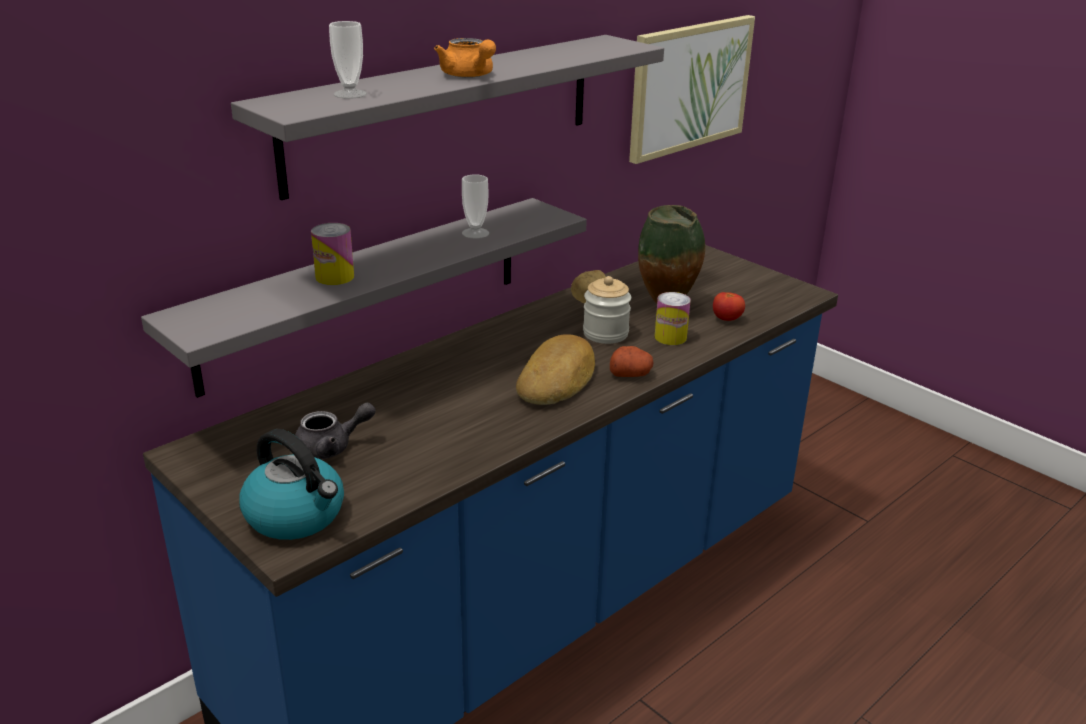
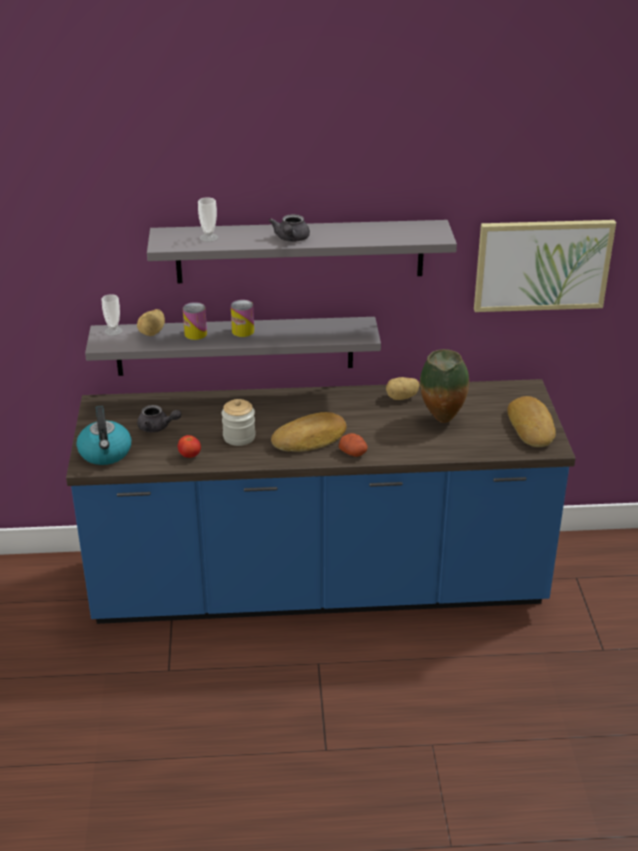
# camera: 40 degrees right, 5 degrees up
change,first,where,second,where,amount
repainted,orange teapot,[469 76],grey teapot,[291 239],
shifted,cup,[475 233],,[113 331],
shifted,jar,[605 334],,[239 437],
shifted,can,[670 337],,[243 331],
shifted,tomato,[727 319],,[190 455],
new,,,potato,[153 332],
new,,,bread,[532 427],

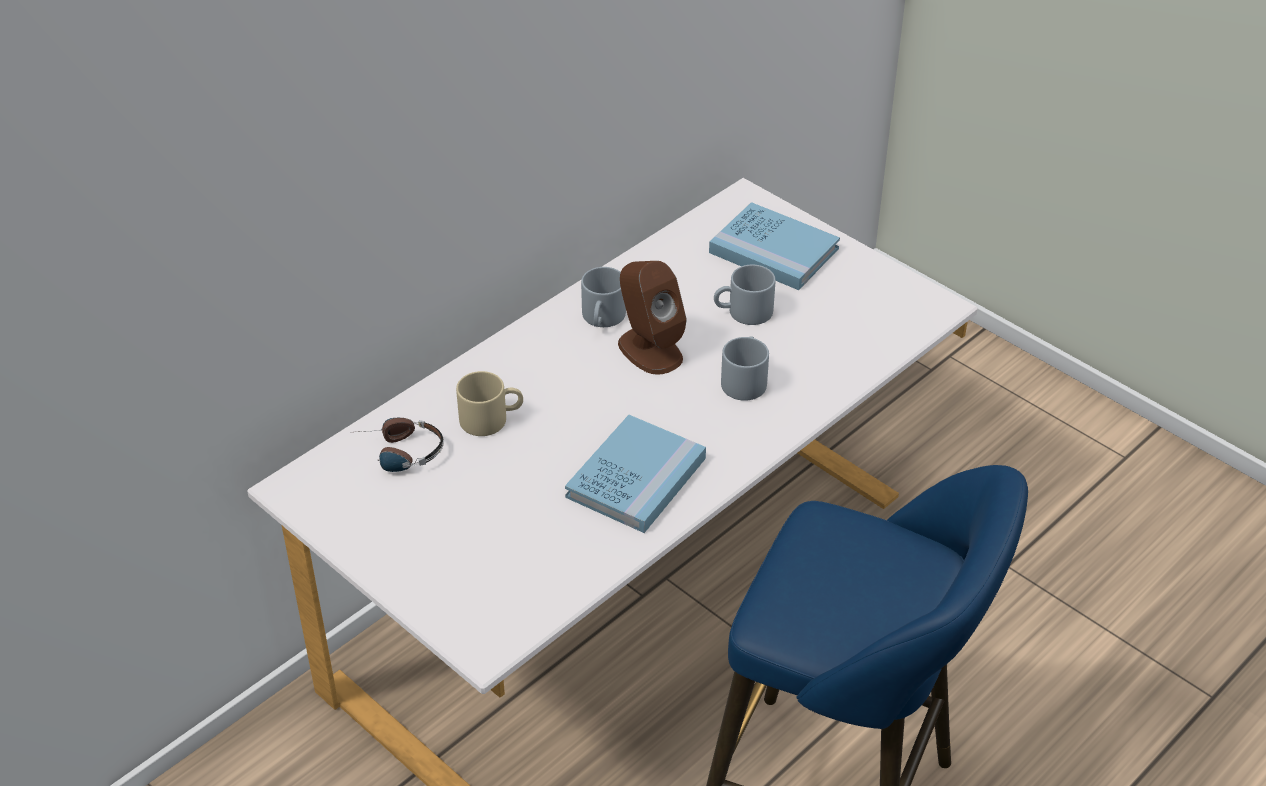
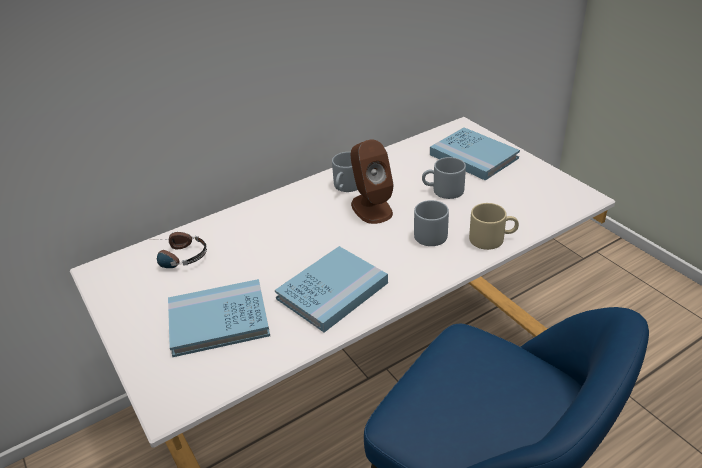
# camera: 15 degrees right, 5 degrees down
change,first,where,second,where,amount
shifted,beige mug,[491 418],,[492 238],
new,,,blue book,[219 320],

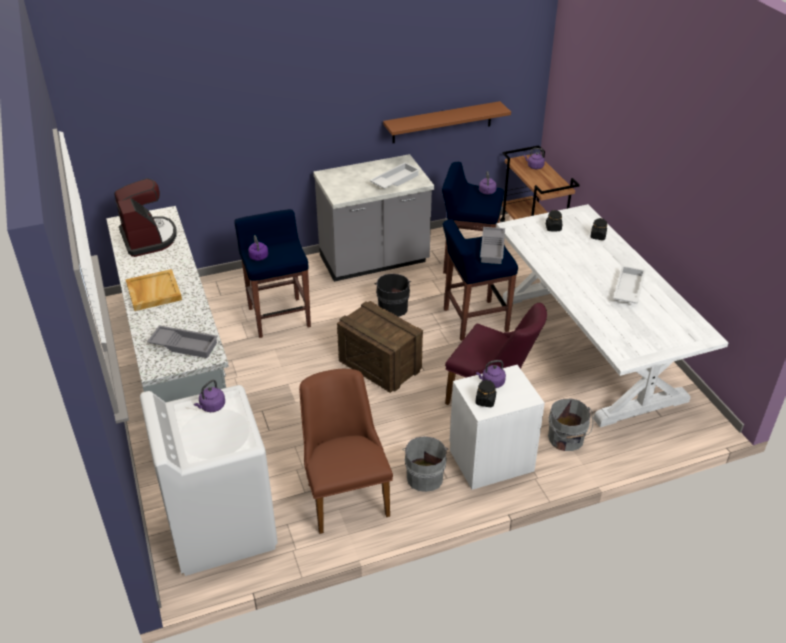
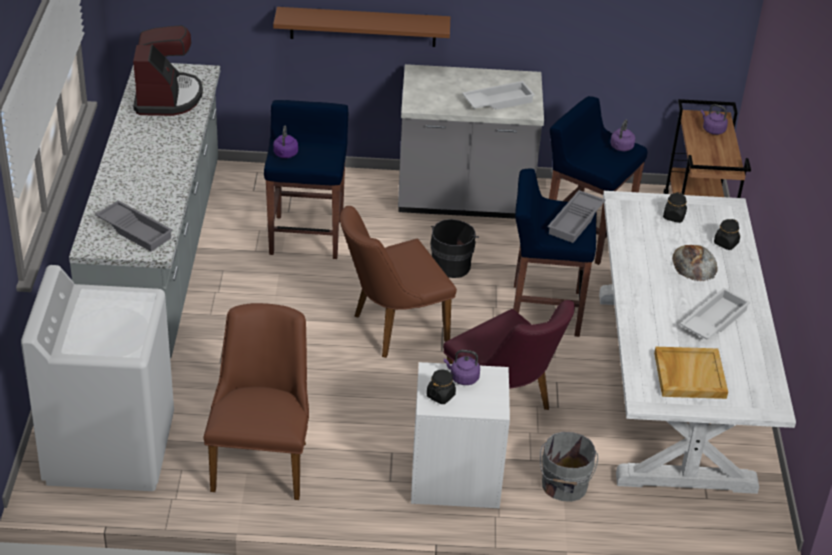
# camera: 20 degrees right, 0 degrees up
change,first,where,second,where,amount
shifted,brown shelf,[442 122],,[363 26],
shifted,beige tray,[153 292],,[689 375],
swapped,crate,[379 365],brown chair,[391 329],
gone,purple kettle,[211 407],,,
gone,grey bucket,[425 476],,,
new,,,bread,[694 264],

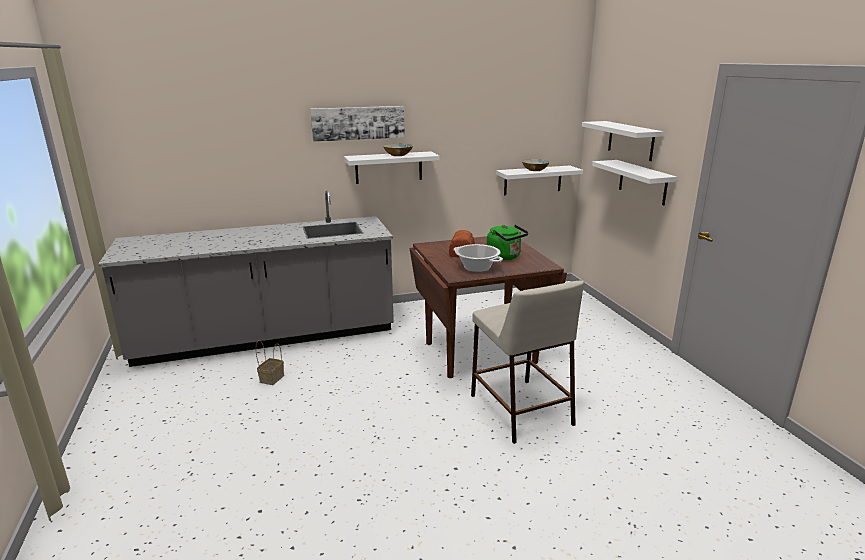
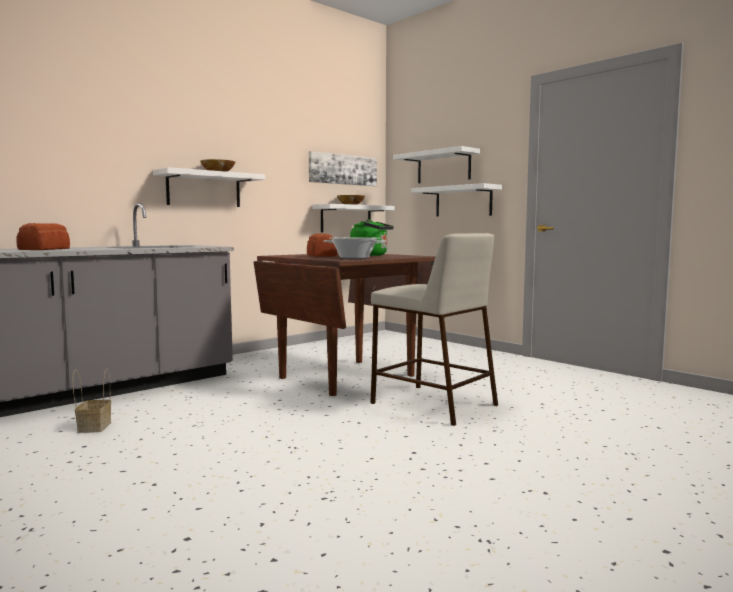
# camera: 25 degrees left, 15 degrees down
change,first,where,second,where,amount
shifted,picture,[358 123],,[343 169],
new,,,bread,[45 249],

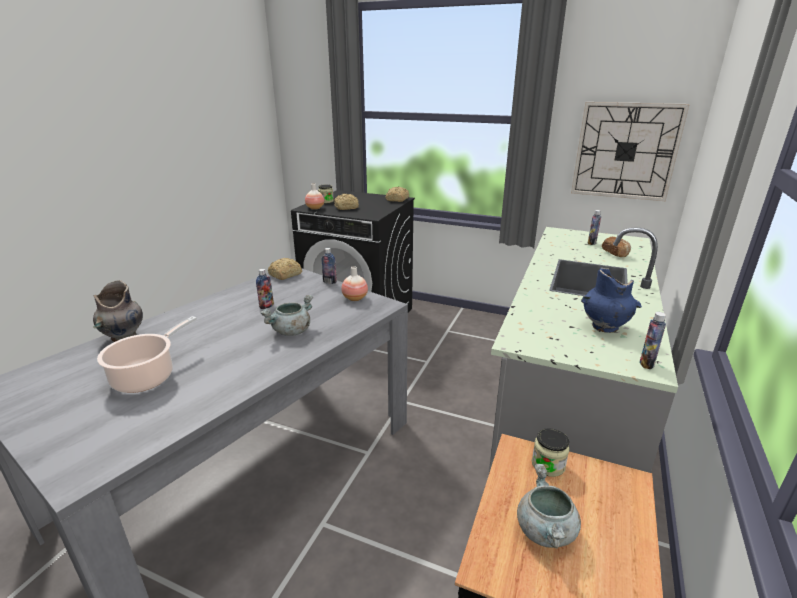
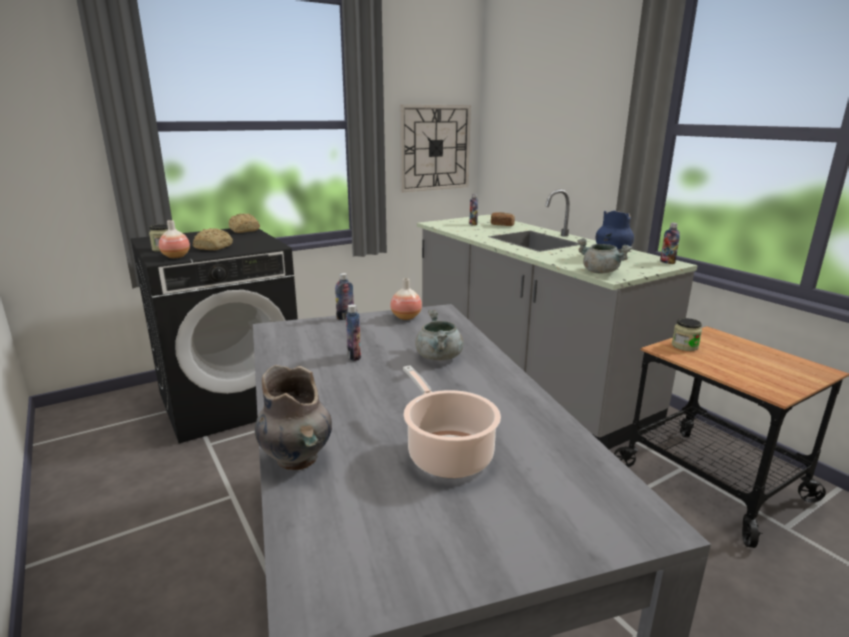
# camera: 55 degrees left, 5 degrees down
change,first,where,second,where,amount
gone,bread,[284 275],,,
shifted,grey cooking pot,[546 531],,[601 272],

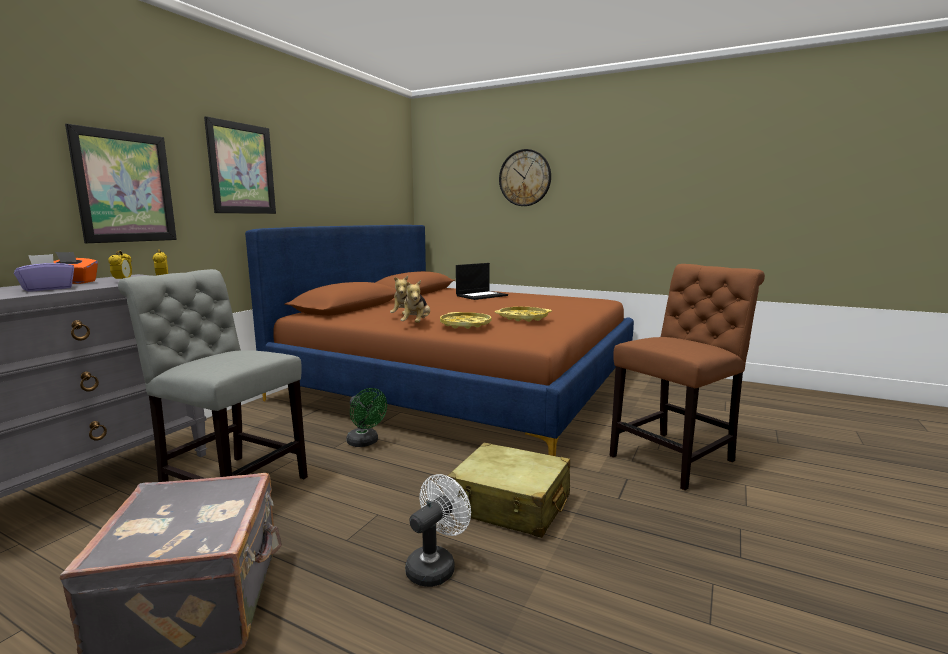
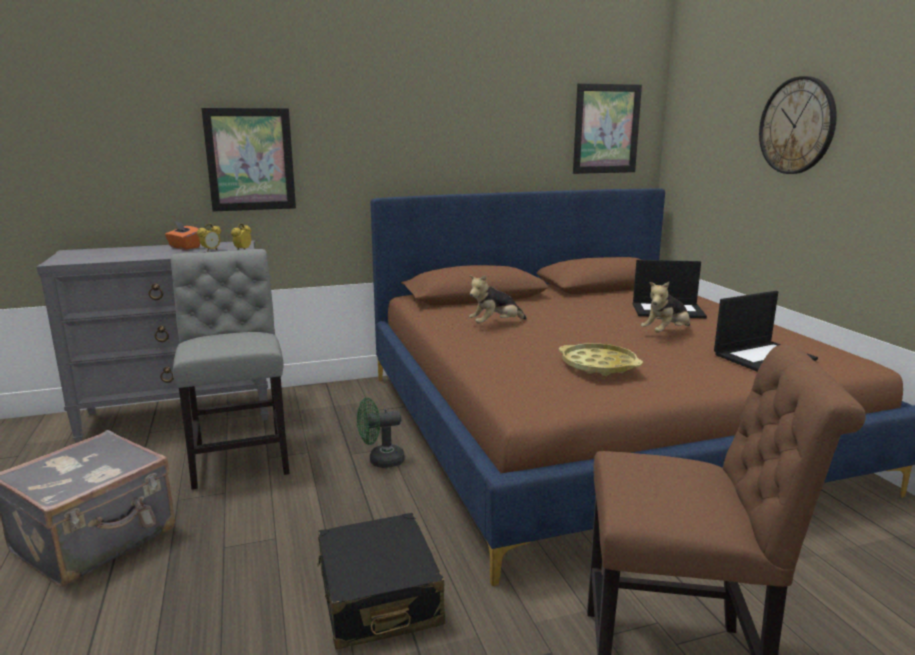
# camera: 45 degrees right, 5 degrees up
change,first,where,second,where,amount
shifted,picture,[242 168],,[606 129],
gone,purple tissue box,[47 289],,,
shifted,plush toy,[417 324],,[666 333],
gone,yellow tray,[465 325],,,
rotated,green fan,[365 442],,[380 461],75 degrees clockwise
repainted,beige suitcase,[510 504],black suitcase,[379 598],
gone,white fan,[435 565],,,
new,,,laptop,[764 356],

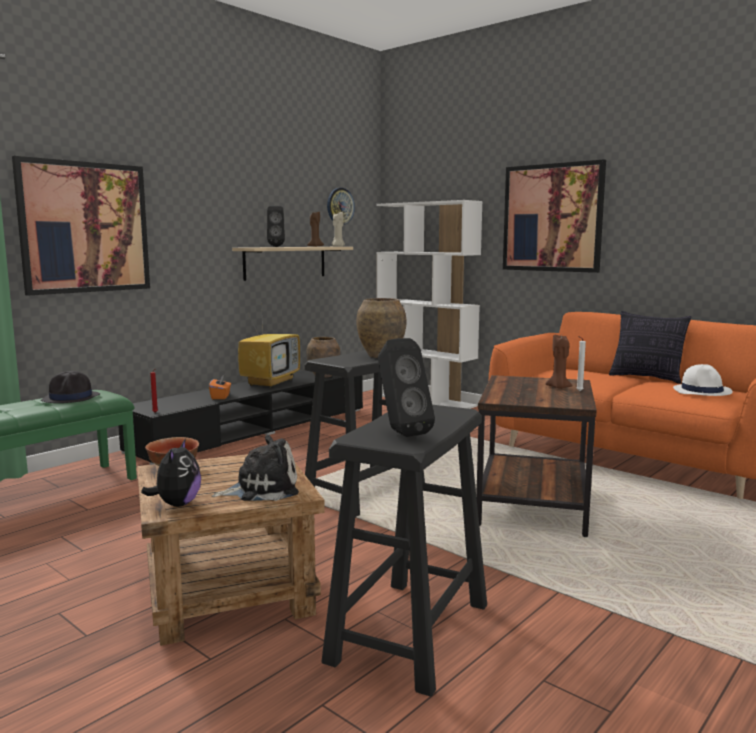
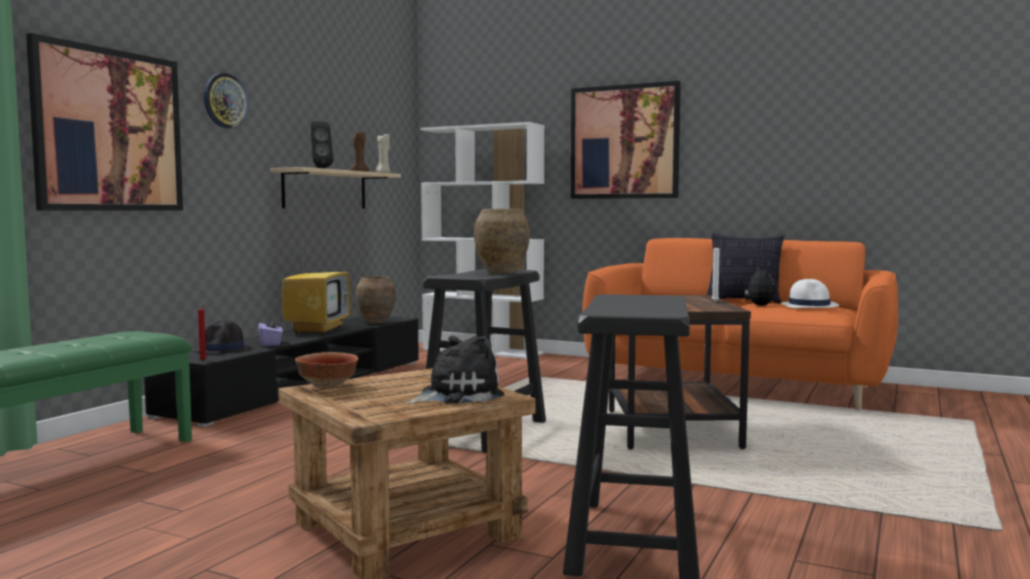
# camera: 15 degrees left, 5 degrees down
change,first,where,second,where,amount
shifted,wall clock,[340 206],,[225 101],
gone,brown candle,[558 387],,,
gone,black speaker,[400 433],,,
shifted,black hat,[71 398],,[223 349],
repainted,orange tissue box,[220 397],purple tissue box,[271 344],
shifted,plush toy,[177 504],,[758 305],

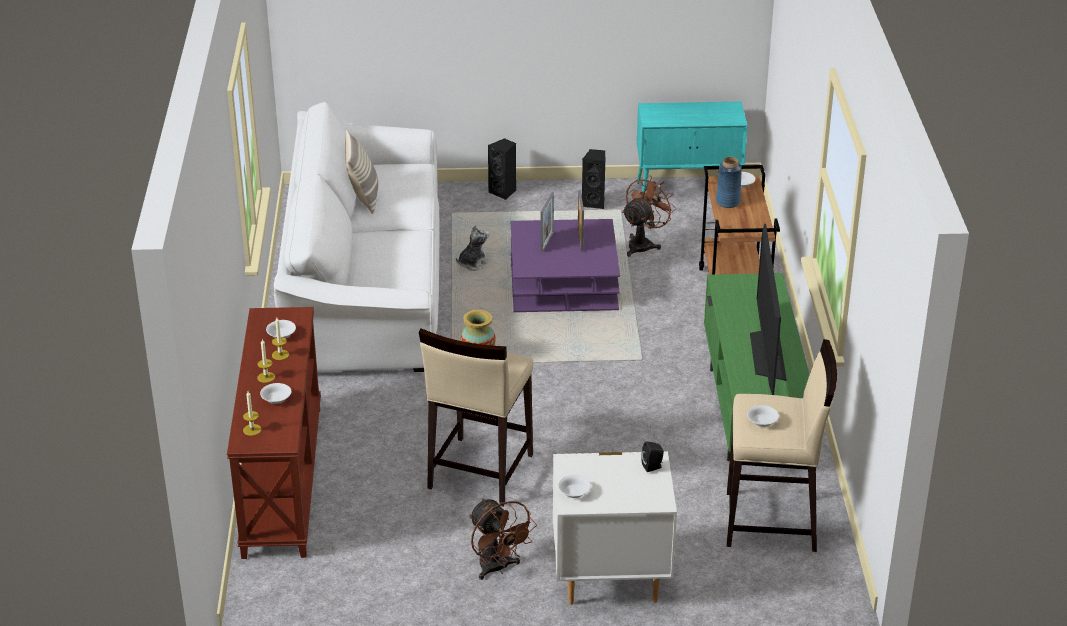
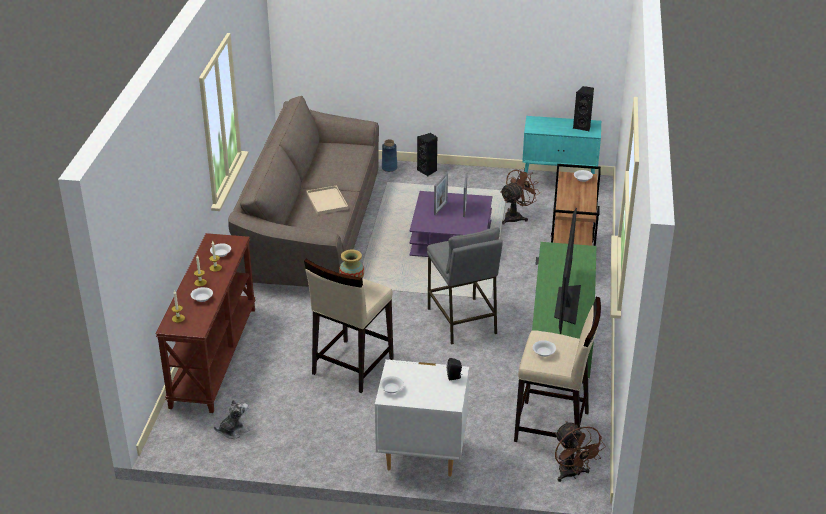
# camera: 10 degrees right, 0 degrees up
change,first,where,second,where,amount
repainted,white sofa,[365 285],brown sofa,[312 227],
gone,pillow,[363 197],,,
shifted,black speaker,[594 203],,[583 126],
shifted,blue vase,[727 202],,[389 168],
shifted,plush toy,[473 263],,[233 430],
shifted,brown fan,[497 568],,[572 474],
new,,,beige tray,[326 200],
new,,,grey stool,[462 321],

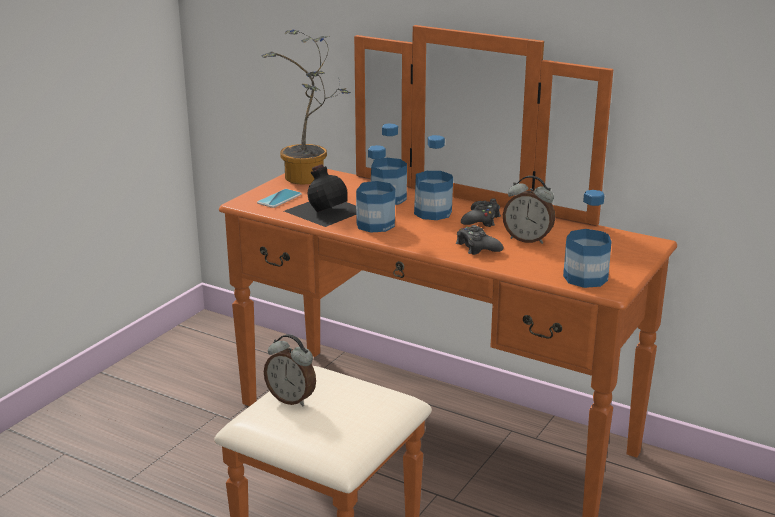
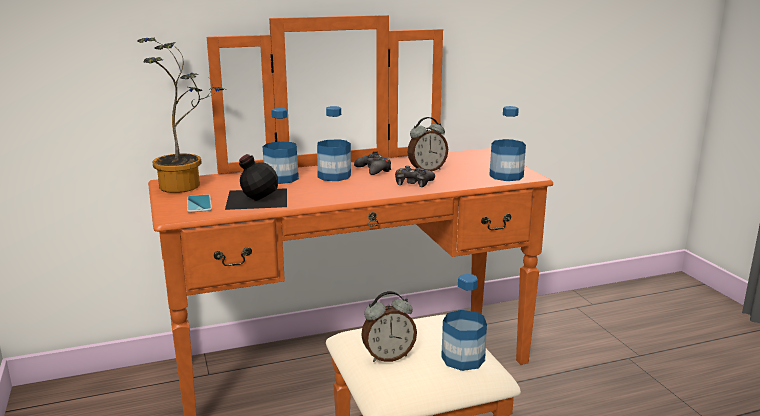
# camera: 50 degrees left, 5 degrees down
change,first,where,second,where,amount
shifted,bottle,[375 224],,[463 358],

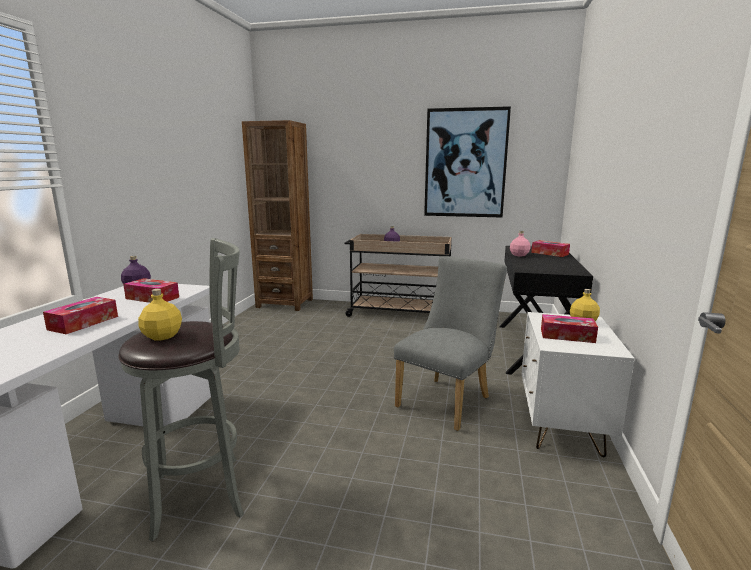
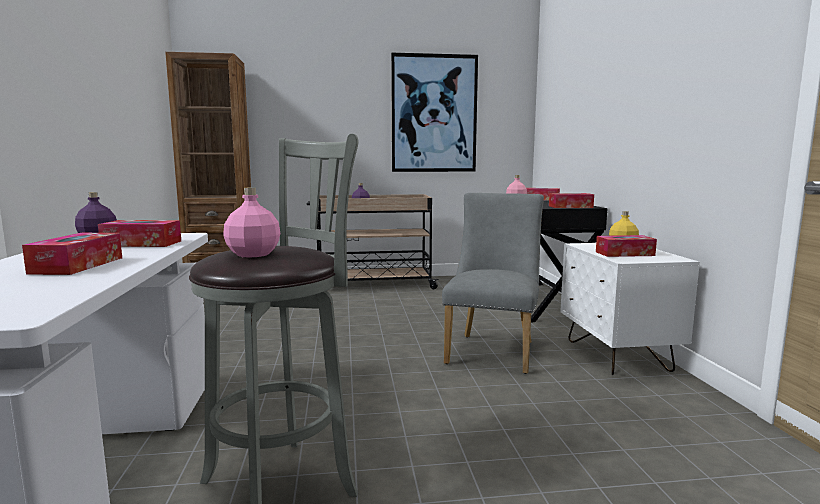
# camera: 20 degrees left, 5 degrees down
change,first,where,second,where,amount
repainted,yellow bottle,[162 336],pink bottle,[252 254],
new,,,tissue box,[570 207],

